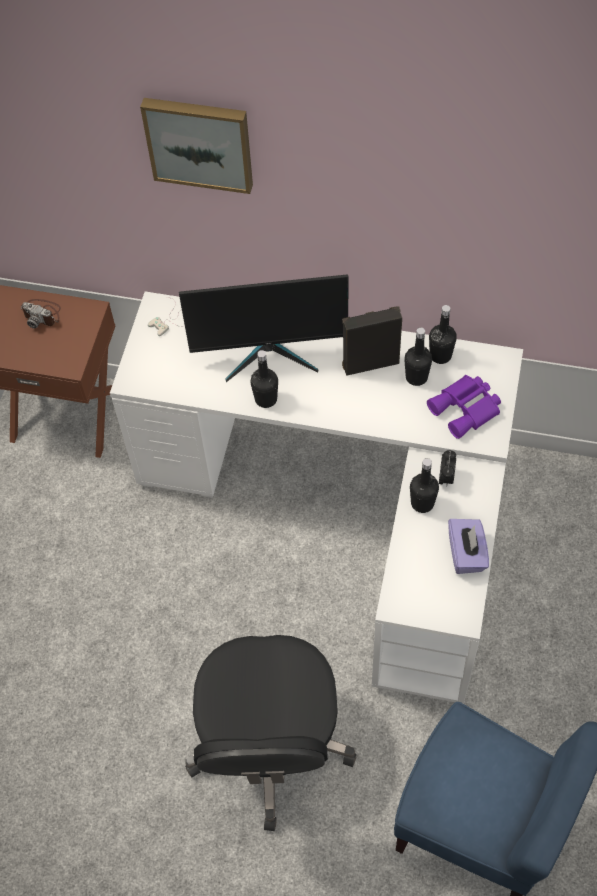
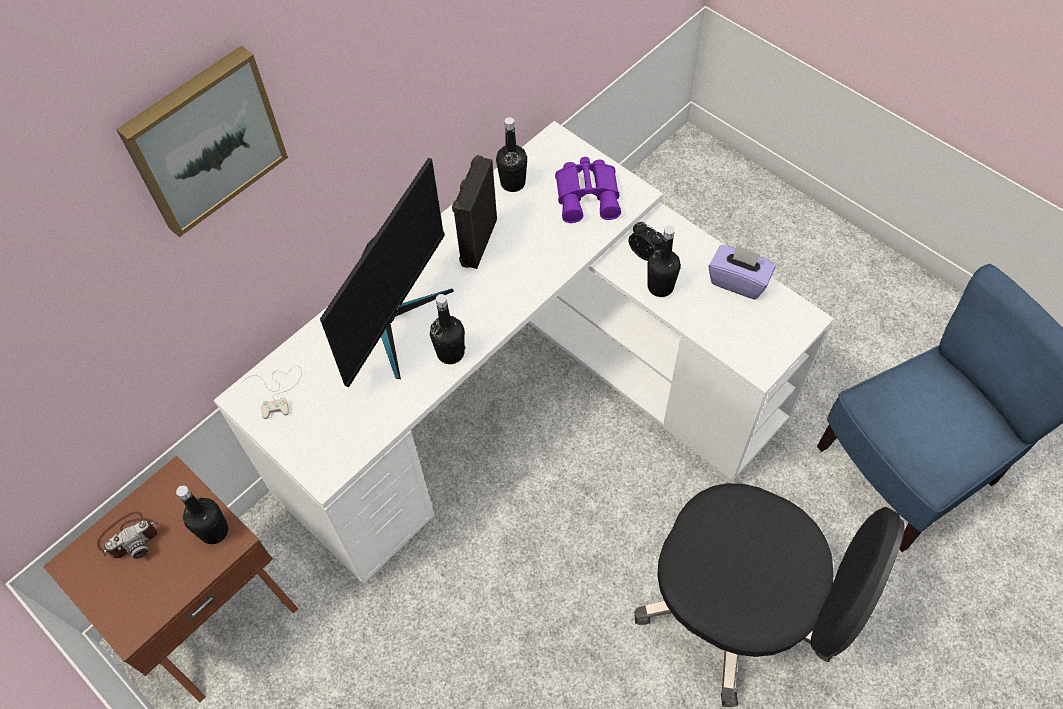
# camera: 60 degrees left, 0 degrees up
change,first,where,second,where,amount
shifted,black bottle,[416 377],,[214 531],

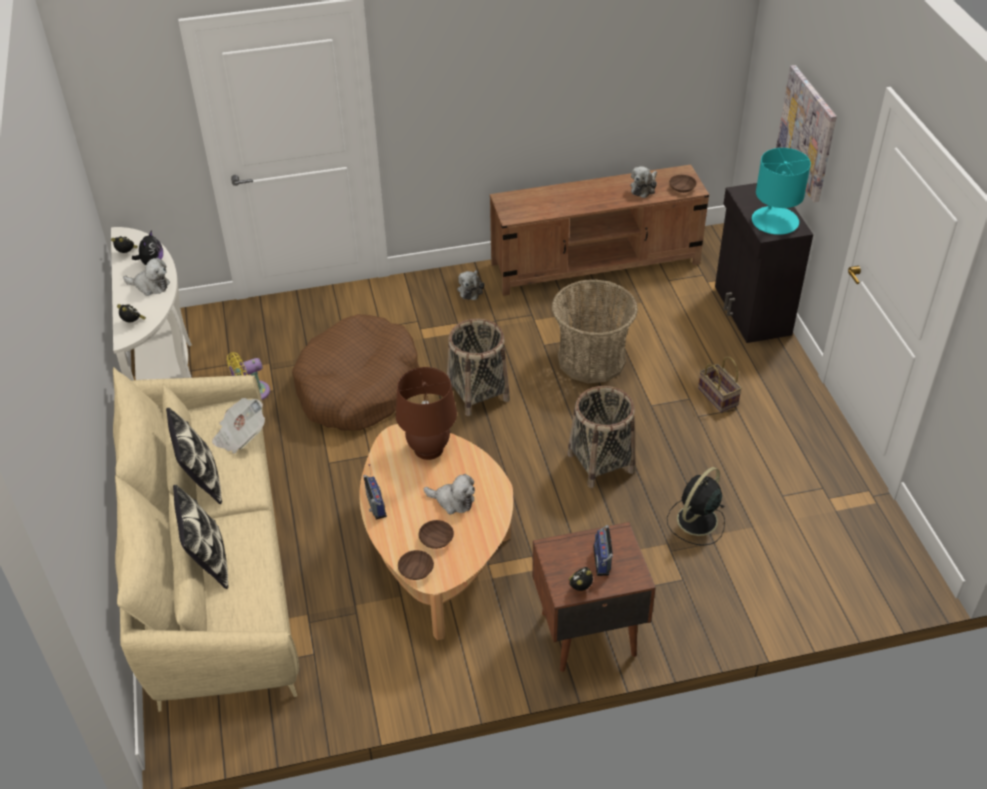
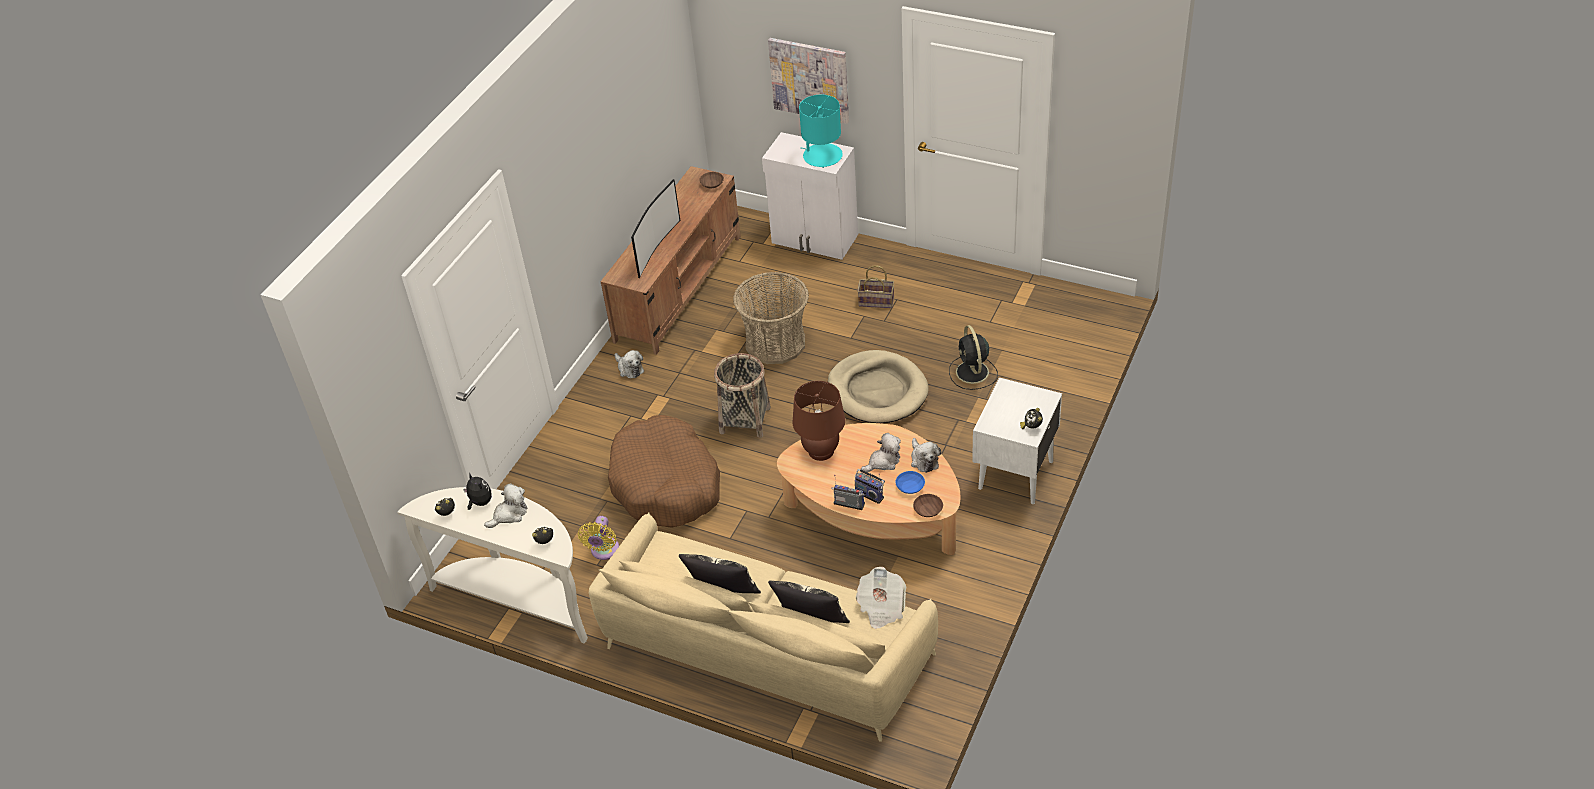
# camera: 50 degrees left, 0 degrees up
change,first,where,second,where,amount
shifted,plush toy,[644 188],,[923 460],
repainted,black cabinet,[751 311],white cabinet,[814 239],
swapped,basket,[601 462],beige dog bed,[877 391],
shifted,newspaper,[240 436],,[881 607],
repainted,brown bowl,[435 539],blue bowl,[909 487],
repainted,brown nightstand,[586 633],white nightstand,[1014 475],
shifted,radio,[603 560],,[870 493],
new,,,television,[656 247],

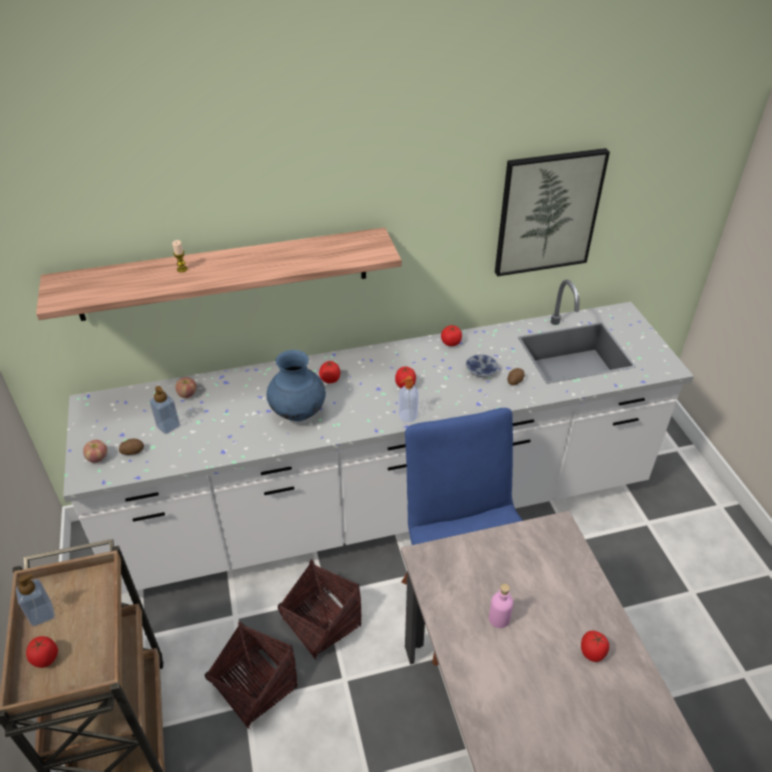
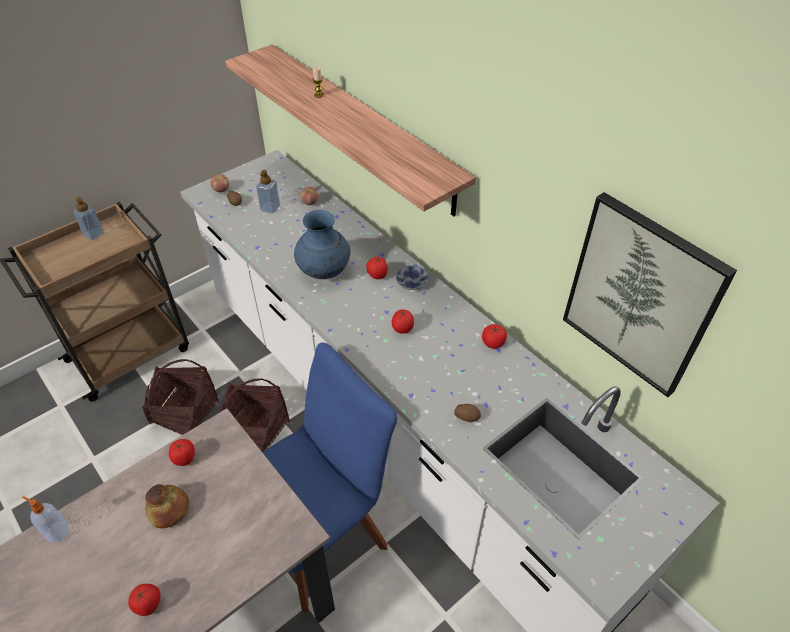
# camera: 65 degrees right, 5 degrees up
change,first,where,second,where,amount
shifted,bowl,[480 371],,[410 282],
shifted,soap dispenser,[407 416],,[57 531],
swapped,pink bottle,[499 619],bread,[168 510],
shifted,tomato,[46 658],,[185 459],

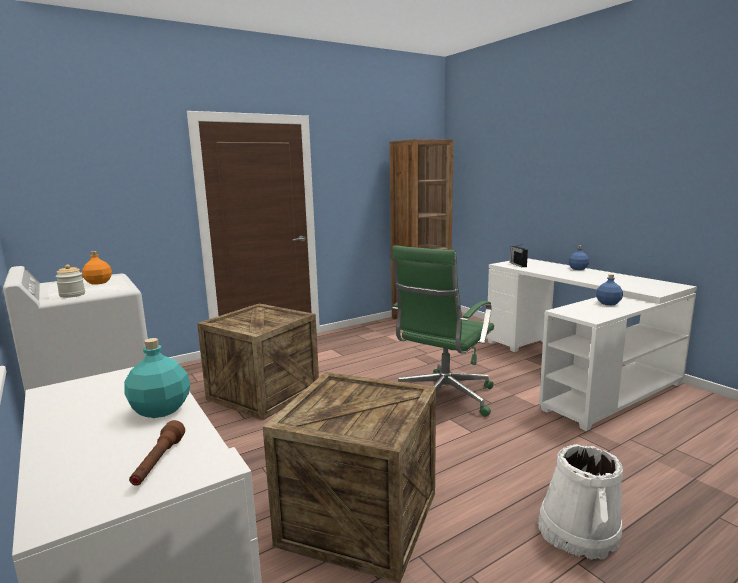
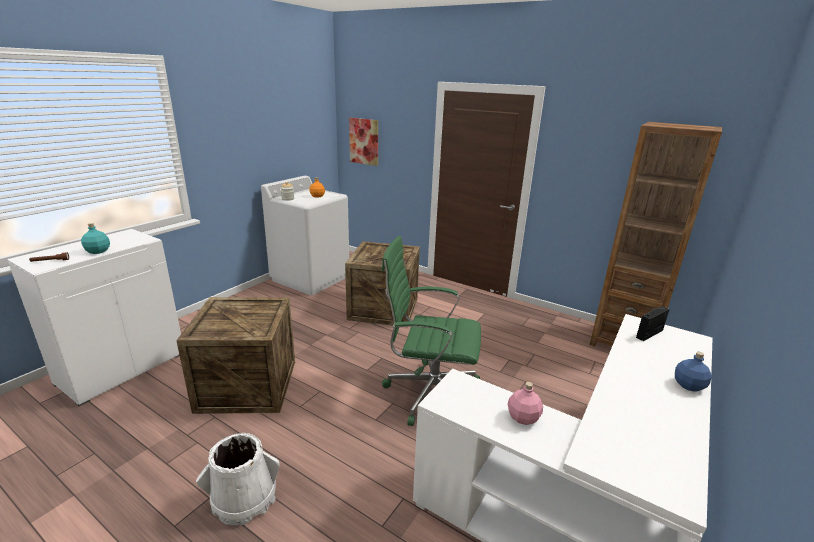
# camera: 65 degrees right, 10 degrees up
change,first,where,second,where,amount
repainted,blue bottle,[608 303],pink bottle,[523 418],
new,,,picture,[364 141],

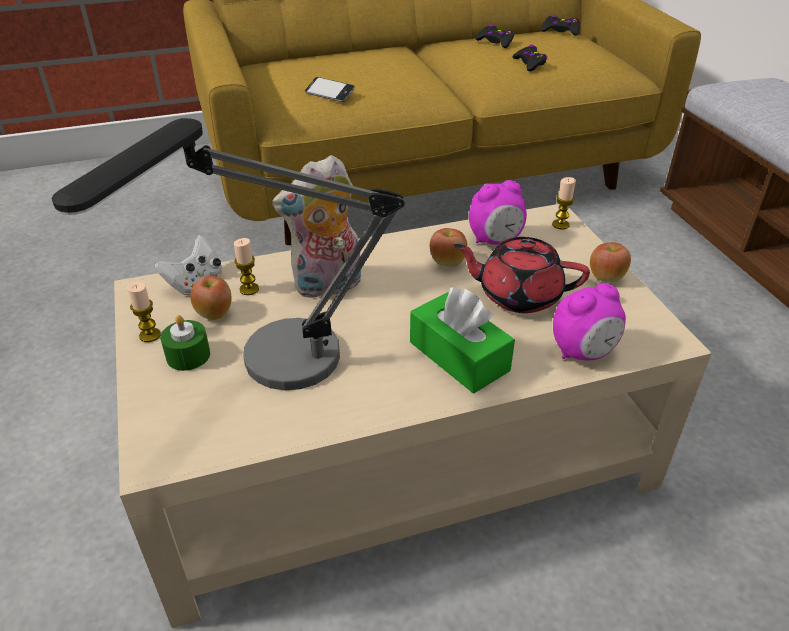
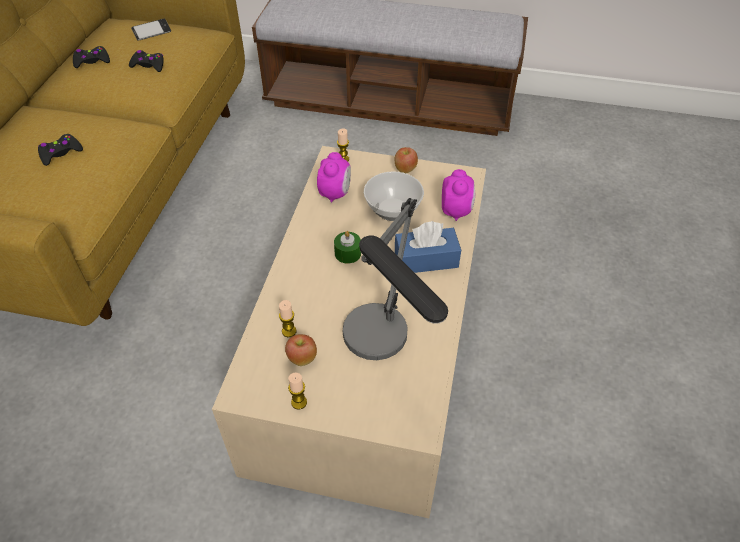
# camera: 60 degrees left, 10 degrees up
change,first,where,second,where,amount
shifted,black game controller,[560 31],,[60 153],
shifted,phone,[330 94],,[152 32],
gone,plush toy,[327 286],,,
gone,apple,[447 262],,,
gone,white game controller,[195 281],,,
swapped,red teapot,[518 295],bowl,[393 210],
repainted,green tissue box,[459 356],blue tissue box,[426 259],
shifted,green candle,[188 355],,[347 253],

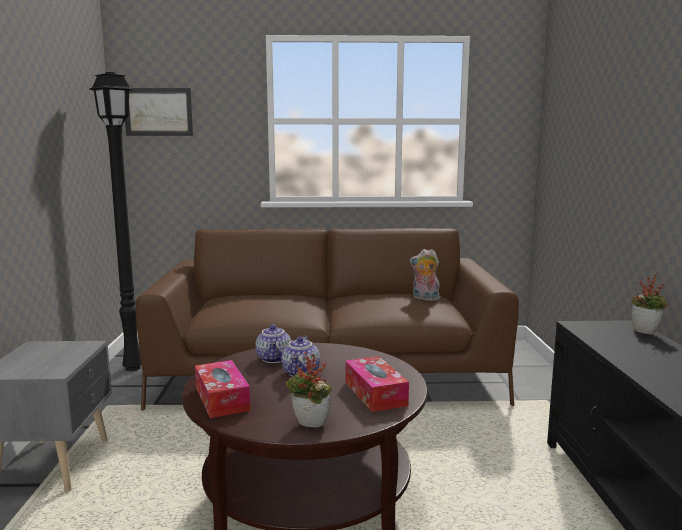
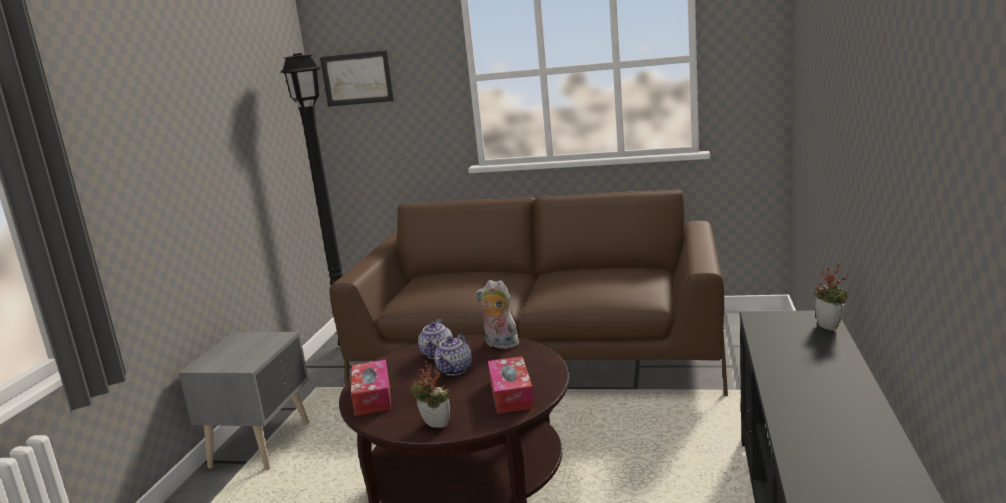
# camera: 15 degrees right, 5 degrees up
change,first,where,second,where,amount
shifted,plush toy,[425 299],,[499 345],

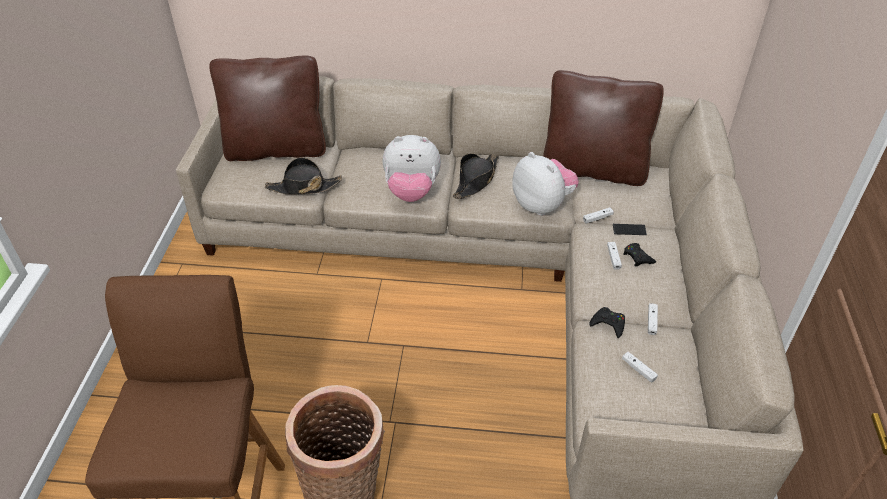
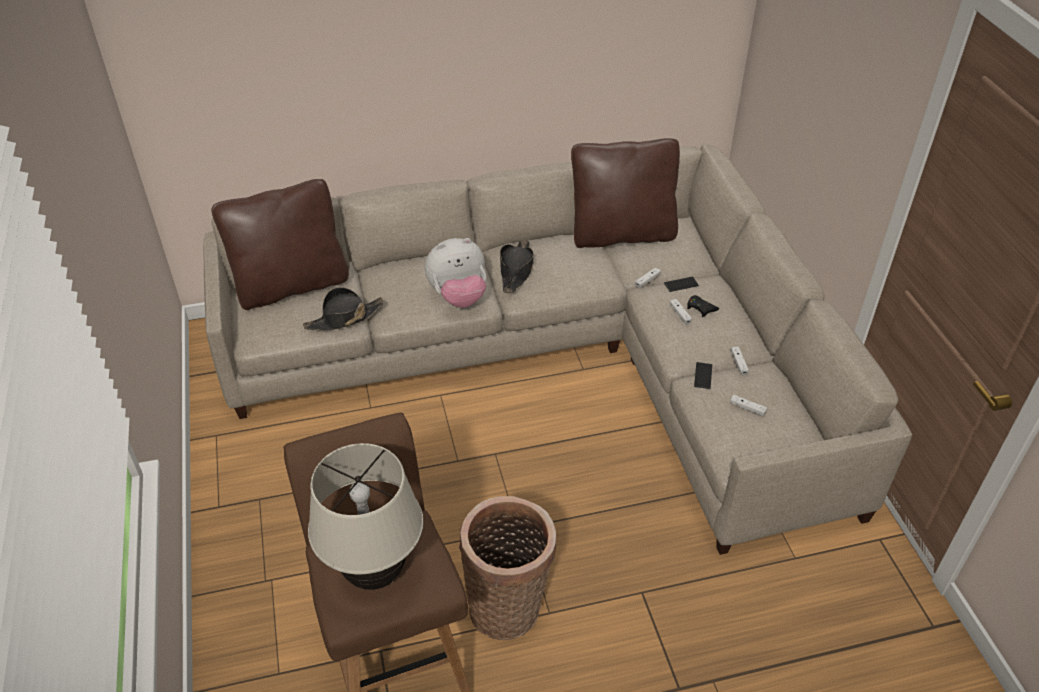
# camera: 20 degrees left, 0 degrees up
change,first,where,second,where,amount
gone,plush toy,[542 205],,,
swapped,black game controller,[608 324],phone,[703 375],
new,,,beige table lamp,[375 574],

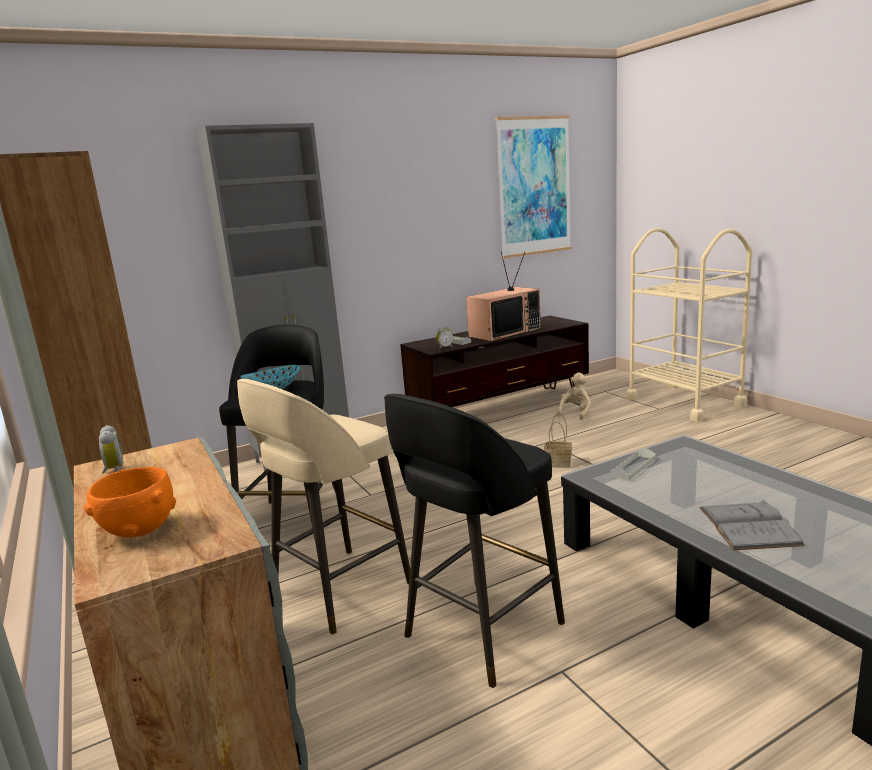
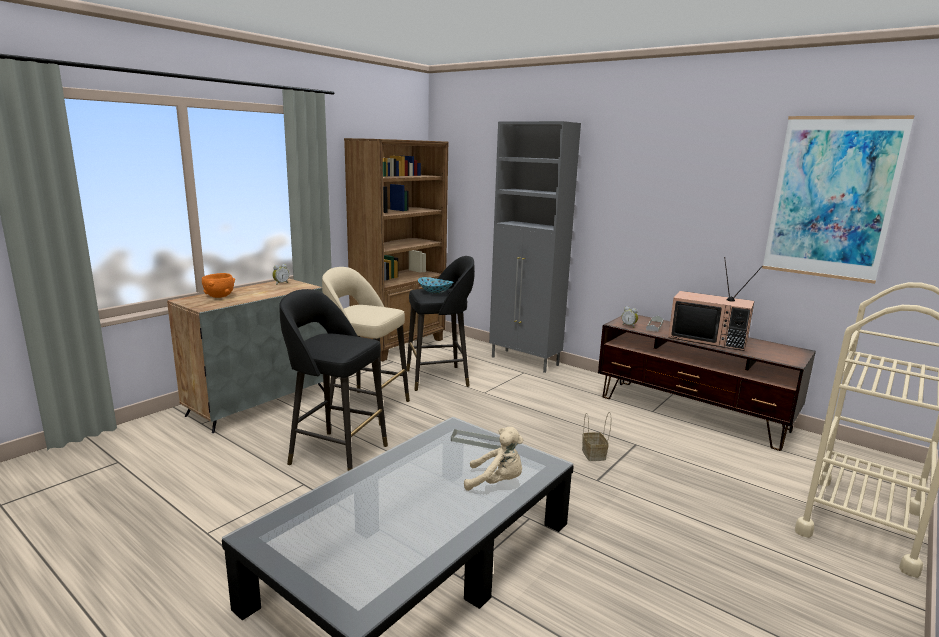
# camera: 65 degrees right, 0 degrees up
change,first,where,second,where,amount
shifted,beige plush toy,[576 413],,[496 482],
gone,grey book,[748 525],,,

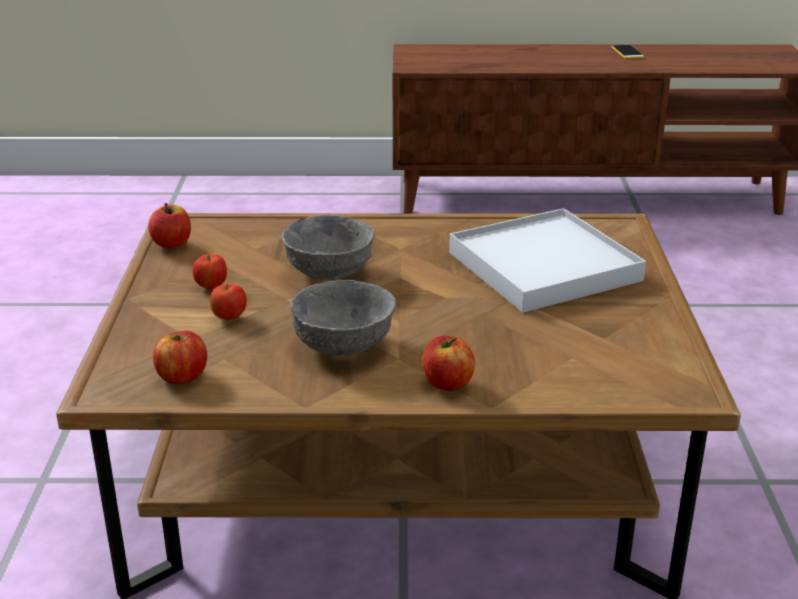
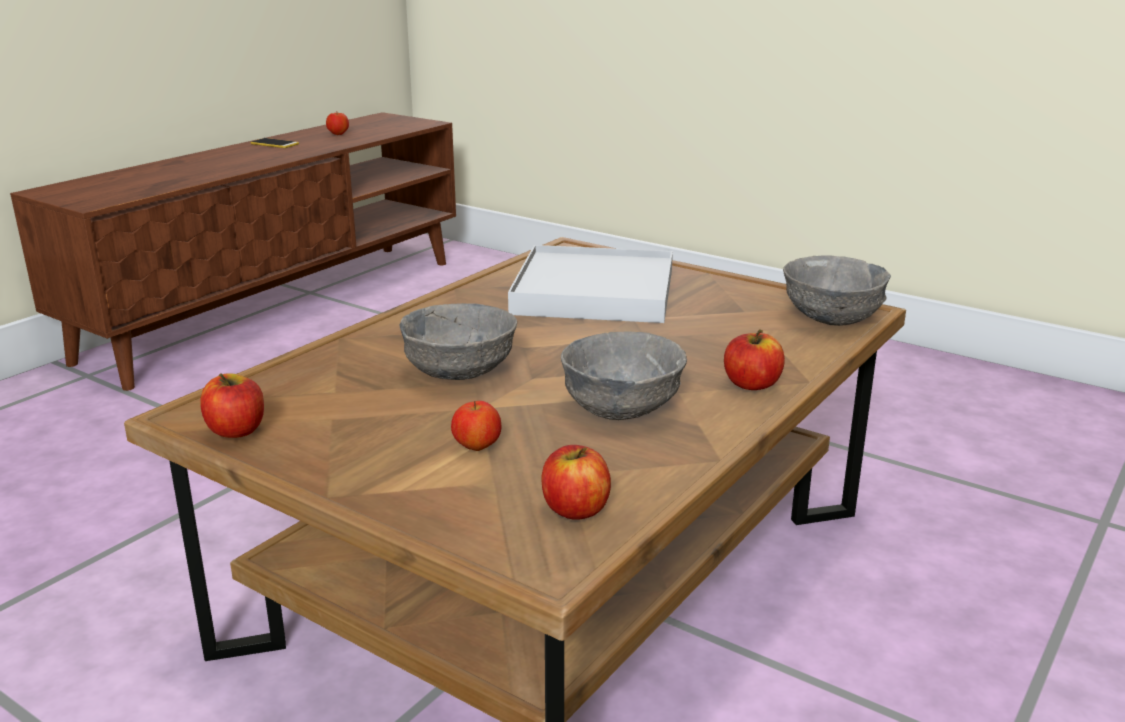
# camera: 55 degrees left, 5 degrees down
change,first,where,second,where,amount
shifted,apple,[211 287],,[338 134],
new,,,grey bowl,[832 317],

